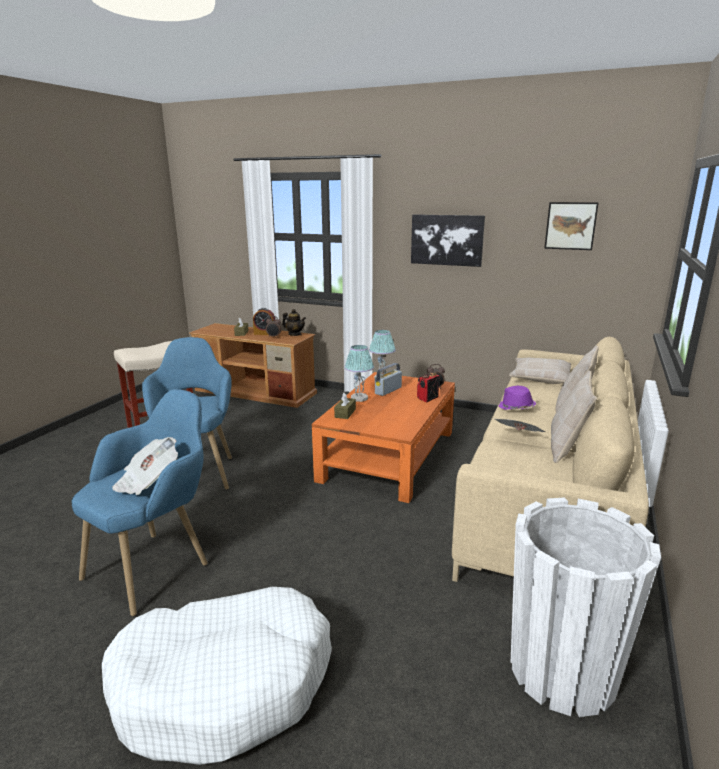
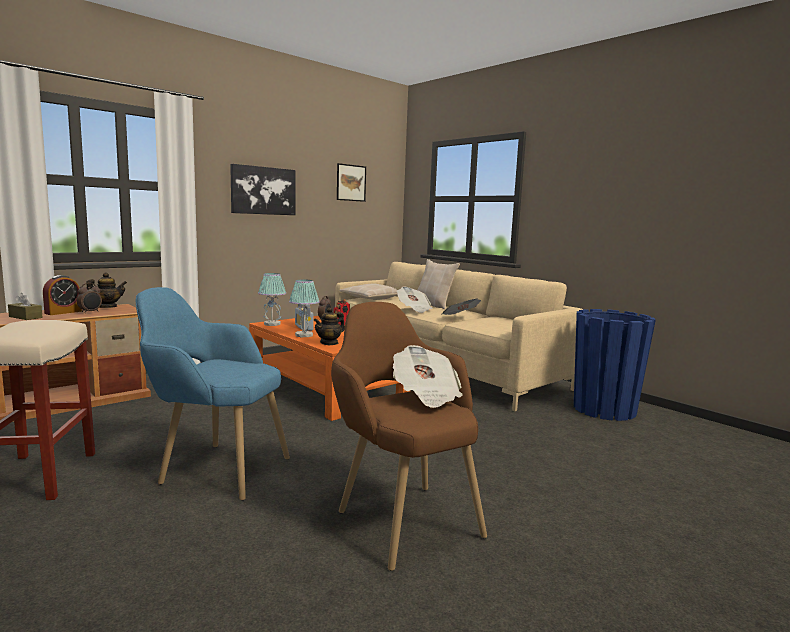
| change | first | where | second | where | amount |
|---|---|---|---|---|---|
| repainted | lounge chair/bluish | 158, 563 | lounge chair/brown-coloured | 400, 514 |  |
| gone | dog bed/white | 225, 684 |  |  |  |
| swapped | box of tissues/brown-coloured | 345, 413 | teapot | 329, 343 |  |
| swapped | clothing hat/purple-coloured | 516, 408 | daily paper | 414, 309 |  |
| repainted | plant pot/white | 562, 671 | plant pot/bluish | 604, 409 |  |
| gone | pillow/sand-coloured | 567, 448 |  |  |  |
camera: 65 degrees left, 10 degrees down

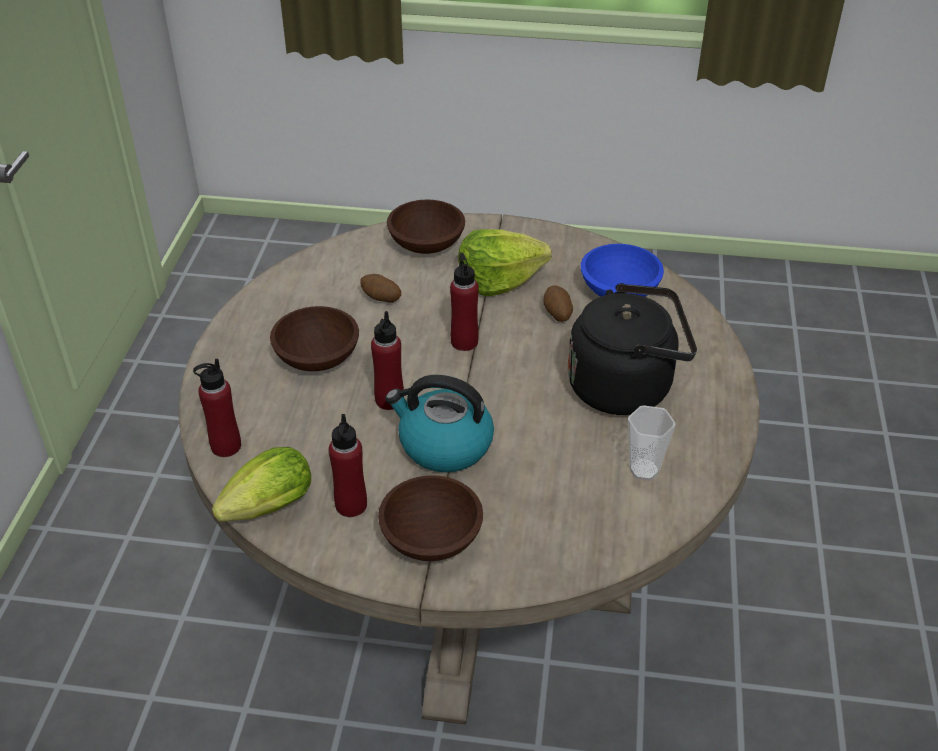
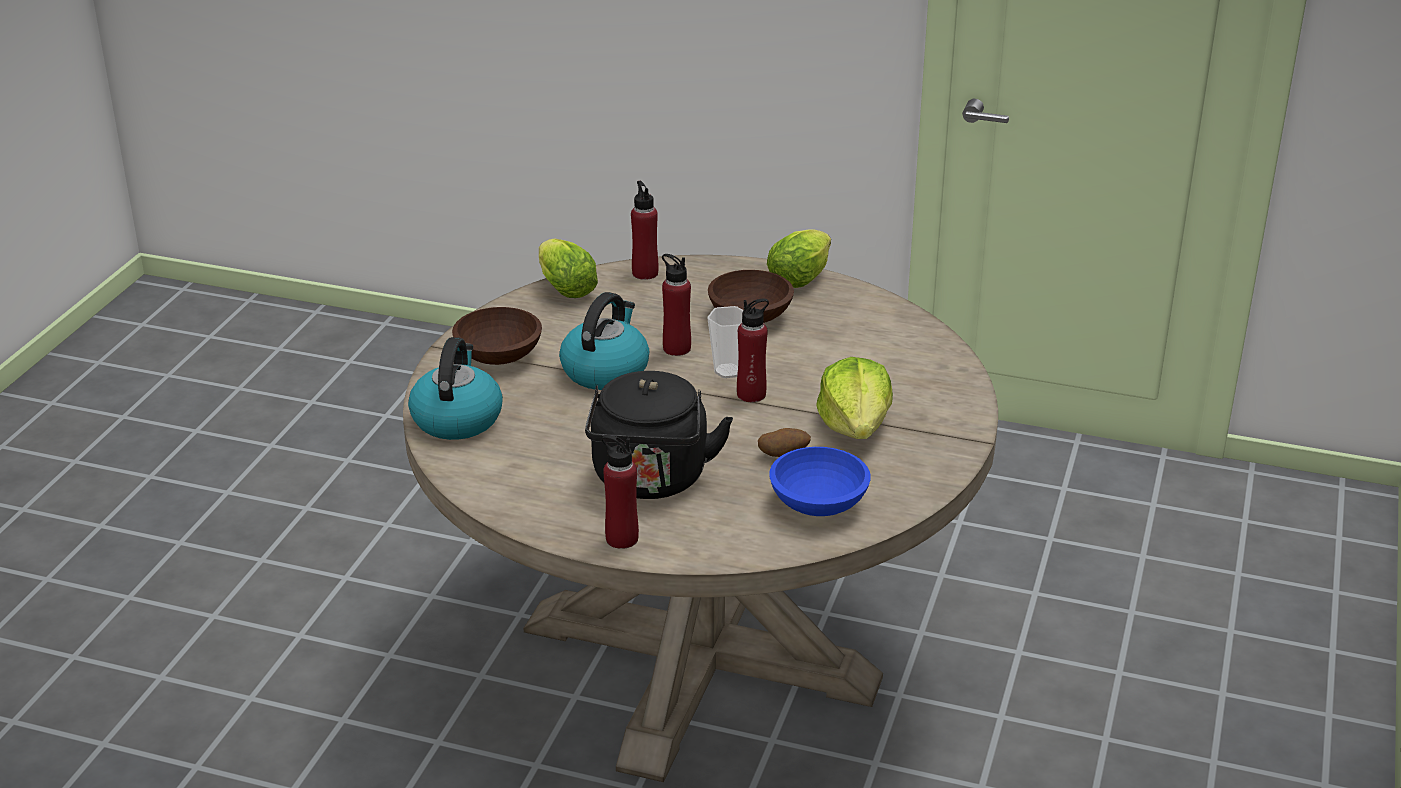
| change | first | where | second | where | amount |
|---|---|---|---|---|---|
| shifted | drink bottle/red-coloured | 351, 505 |  | 621, 538 |  |
| gone | spud | 381, 299 |  |  |  |
| gone | serving bowl/brown-coloured | 425, 244 |  |  |  |
| shifted | small cup | 644, 470 |  | 728, 371 |  |
| new |  |  | kettle | 457, 418 |  |
| new |  |  | head of lettuce | 802, 277 |  |
camera: 100 degrees right, 10 degrees down

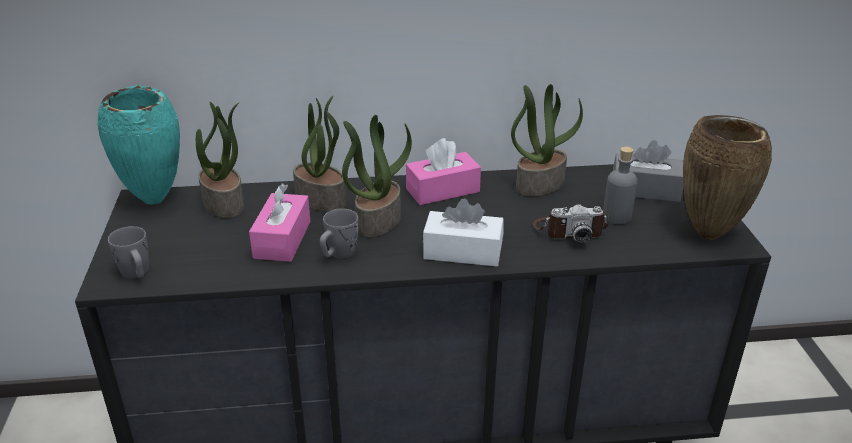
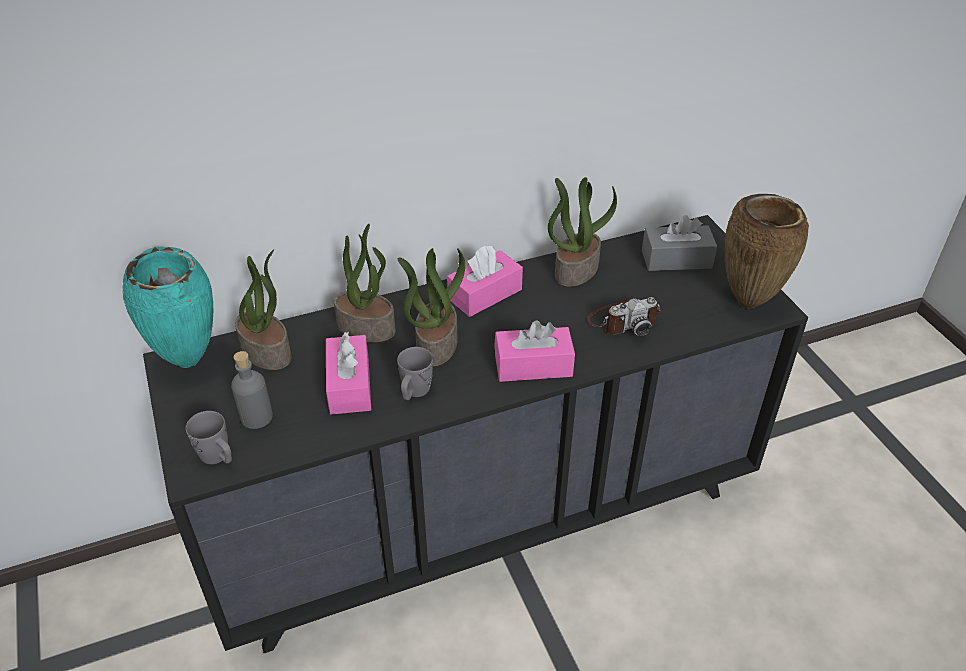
| change | first | where | second | where | amount |
|---|---|---|---|---|---|
| repainted | box of tissues/white | 462, 251 | box of tissues/pinkish | 533, 365 |  |
| shifted | drink bottle/grey | 616, 216 |  | 256, 417 |  |
camera: 15 degrees left, 10 degrees up

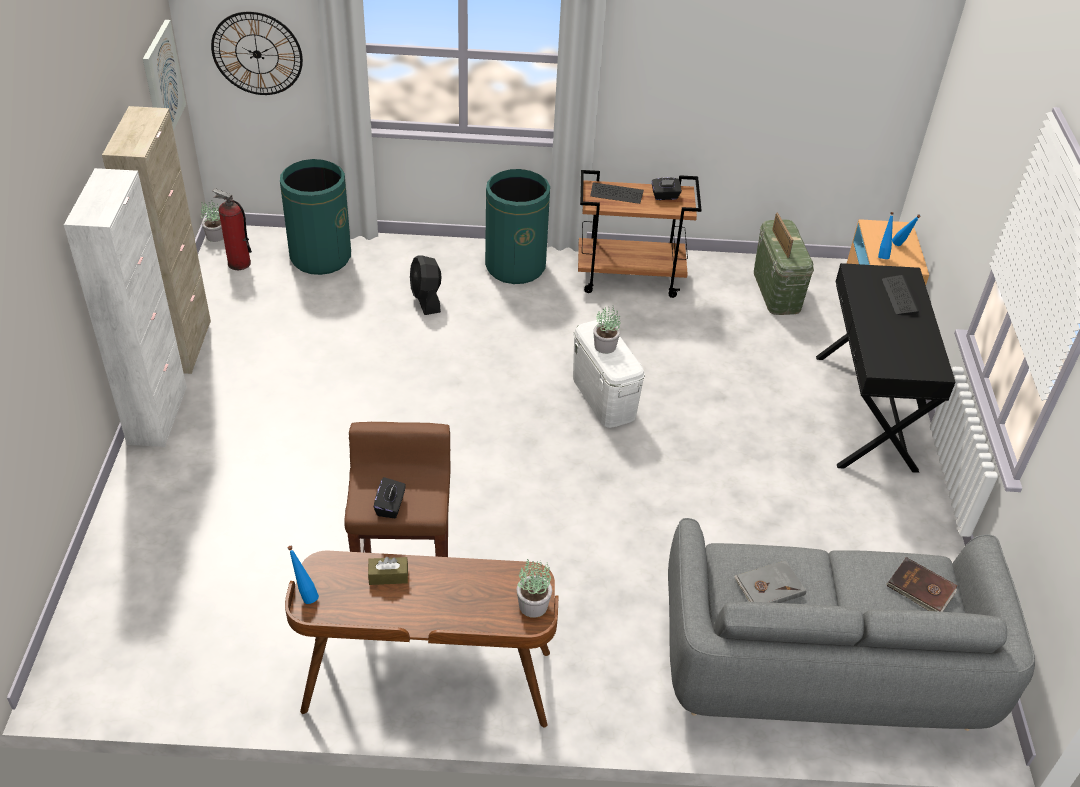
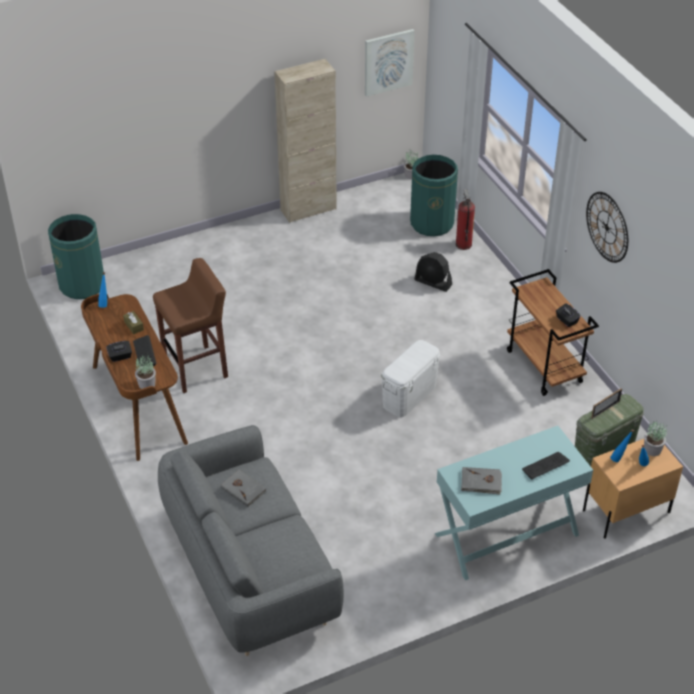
| change | first | where | second | where | amount |
|---|---|---|---|---|---|
| gone | cupboard/white | 158, 415 |  |  |  |
| shifted | hanging clock | 257, 54 |  | 607, 227 |  |
| shifted | extinguisher | 239, 263 |  | 463, 244 |  |
| shifted | box of tissues/black-coloured | 390, 506 |  | 120, 356 |  |
| rotated | cooling fan/black-coloured | 426, 299 |  | 433, 282 | 105 degrees counterclockwise |
| shifted | waste bin/greenish | 515, 266 |  | 82, 285 |  |
| shifted | keyboard | 616, 194 |  | 144, 353 |  |
| shifted | potted plant | 605, 346 |  | 652, 450 |  |
| repainted | hall table/black-coloured | 866, 412 | hall table/turquoise-coloured | 507, 535 |  |
| gone | book/brown-coloured | 921, 589 |  |  |  |
| new |  |  | book/grey | 481, 482 |  |
camera: 65 degrees right, 0 degrees up

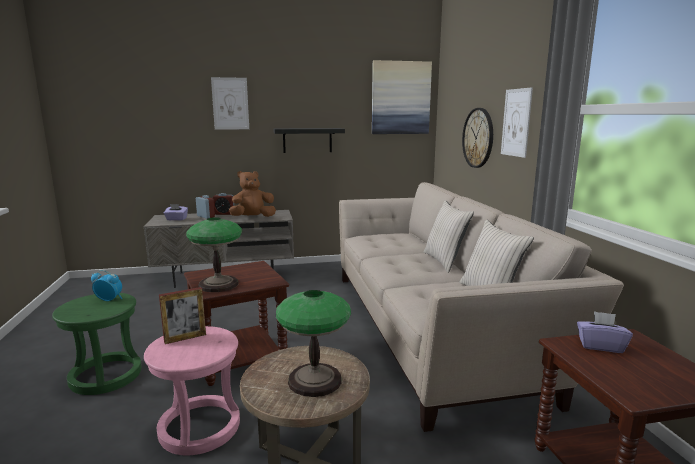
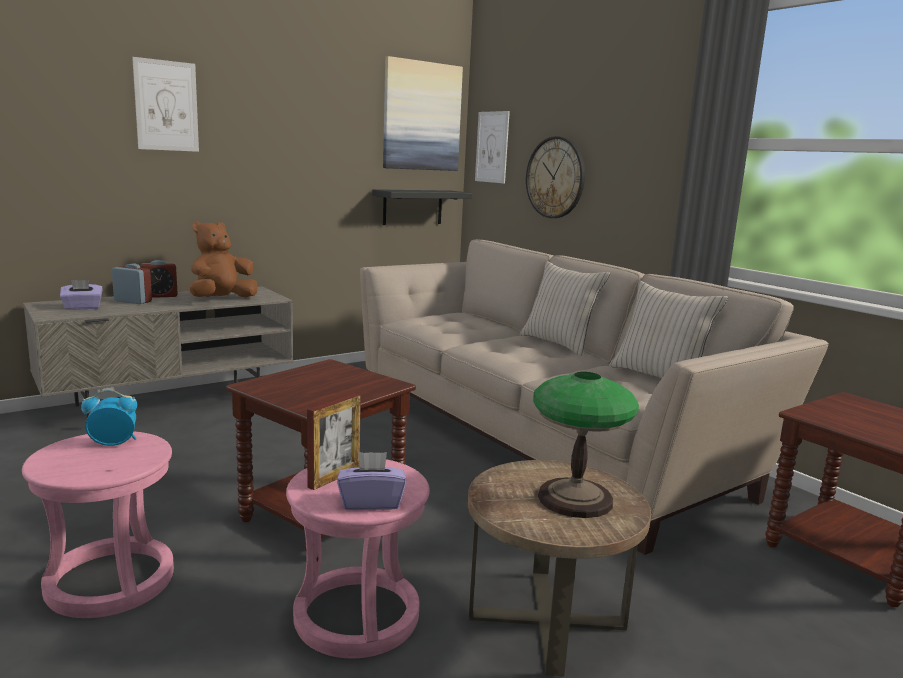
| change | first | where | second | where | amount |
|---|---|---|---|---|---|
| repainted | sitting stool/greenish | 105, 375 | sitting stool/pinkish | 109, 581 |  |
| gone | lamp for a table | 218, 284 |  |  |  |
| shifted | bracket shelf/black-coloured | 307, 140 |  | 412, 207 |  |
| shifted | picture | 516, 122 |  | 492, 147 |  |
| shifted | box of tissues/purple-coloured | 600, 346 |  | 371, 502 |  |
camera: 25 degrees left, 0 degrees up

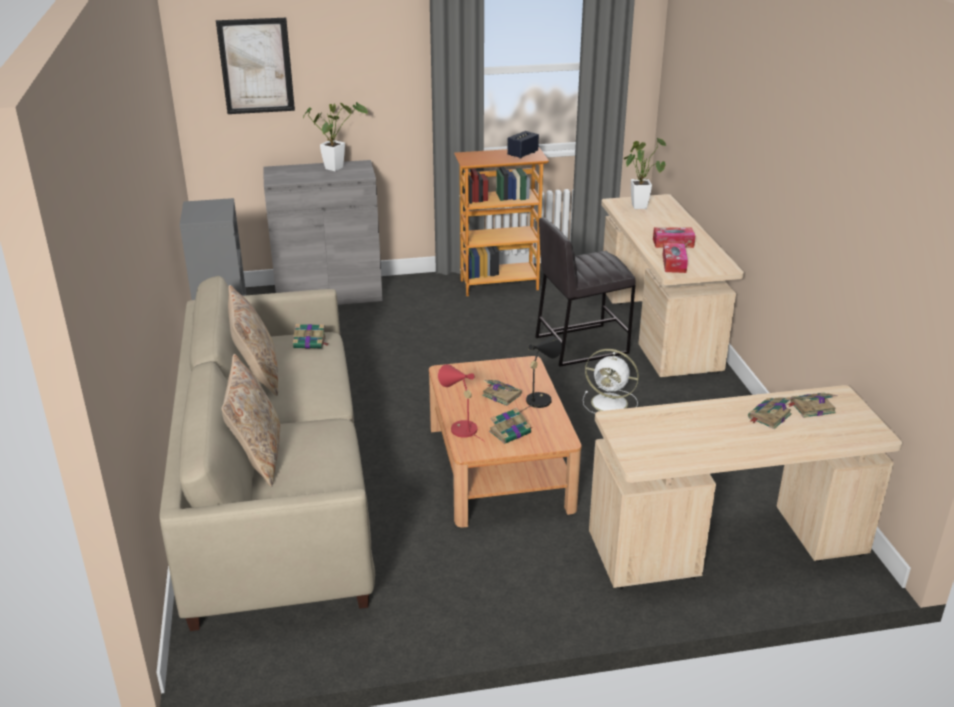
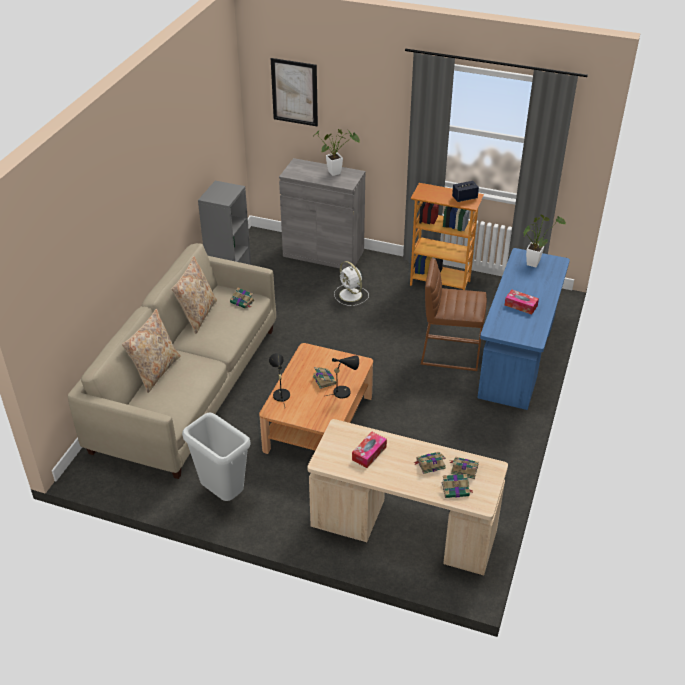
| change | first | where | second | where | amount |
|---|---|---|---|---|---|
| repainted | lamp for a table/red-coloured | 460, 428 | lamp for a table/black-coloured | 280, 393 |  |
| shifted | book | 510, 432 |  | 456, 489 |  |
| repainted | sitting stool/grey | 580, 344 | sitting stool/brown-coloured | 450, 352 |  |
| shifted | cooling fan/white | 611, 403 |  | 351, 295 |  |
| repainted | desk unit/sand-coloured | 658, 328 | desk unit/bluish | 517, 358 |  |
| shifted | box of tissues | 674, 263 |  | 369, 453 |  |
| new |  |  | waste bin/grey | 222, 494 |  |
camera: 30 degrees right, 10 degrees up

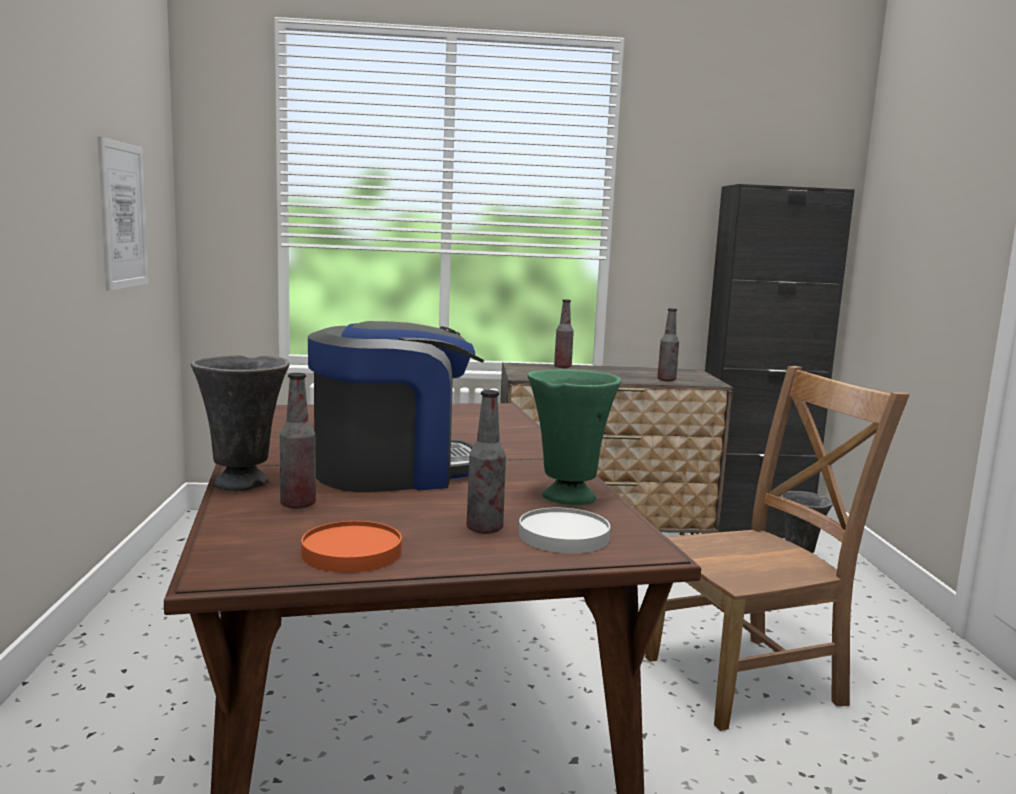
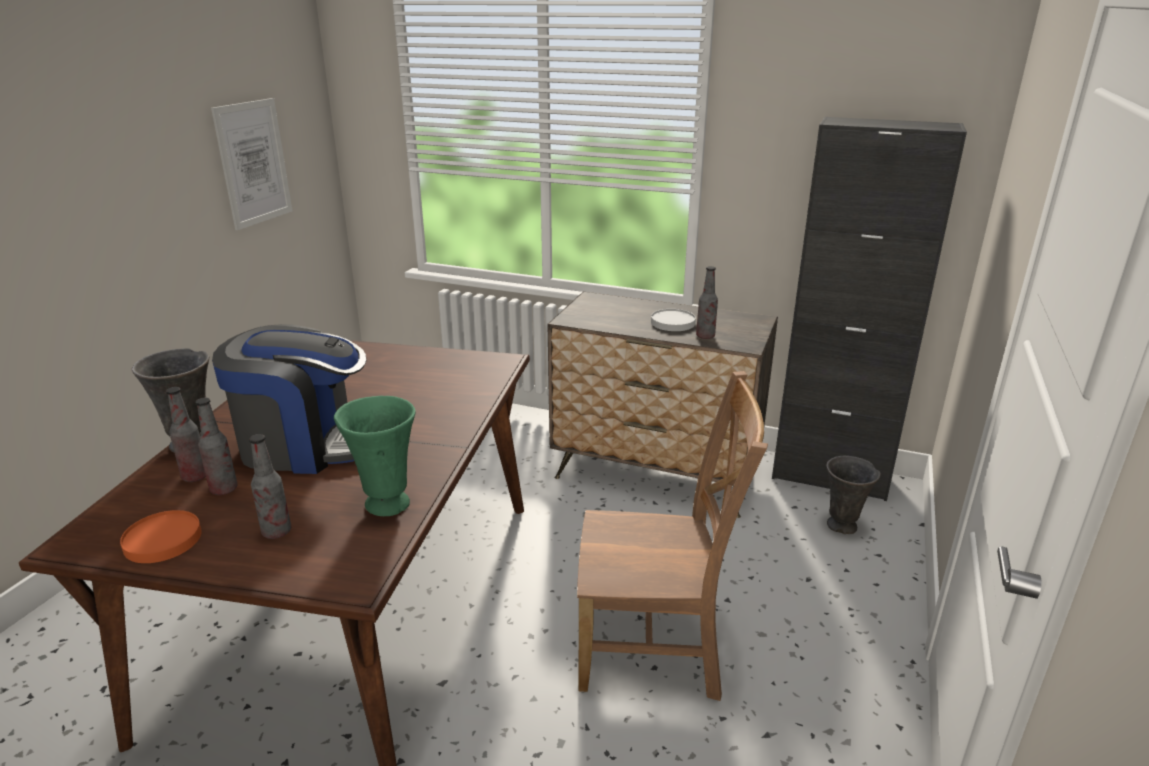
| change | first | where | second | where | amount |
|---|---|---|---|---|---|
| shifted | flat dish/white | 564, 536 |  | 673, 323 |  |
| shifted | drink bottle | 562, 367 |  | 224, 489 |  |
camera: 25 degrees right, 15 degrees up

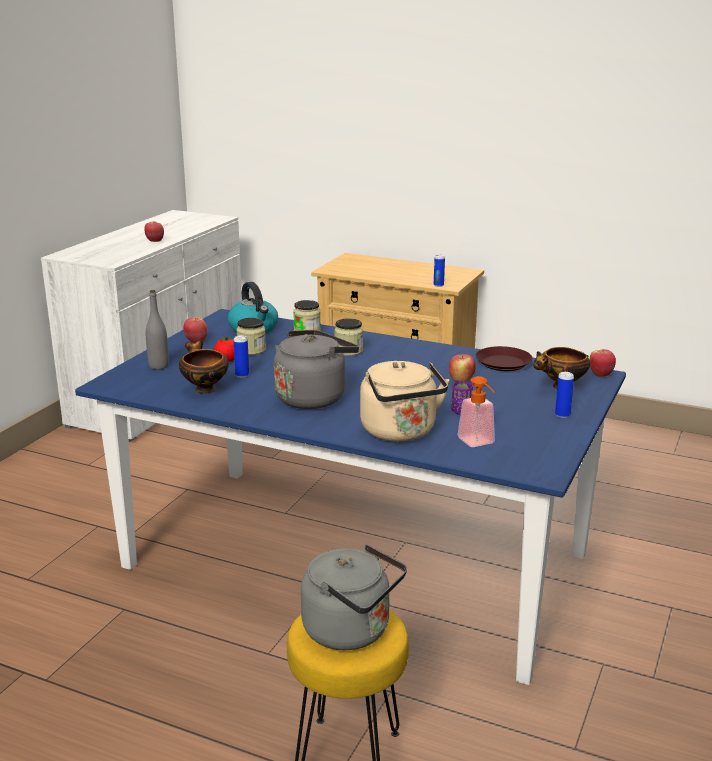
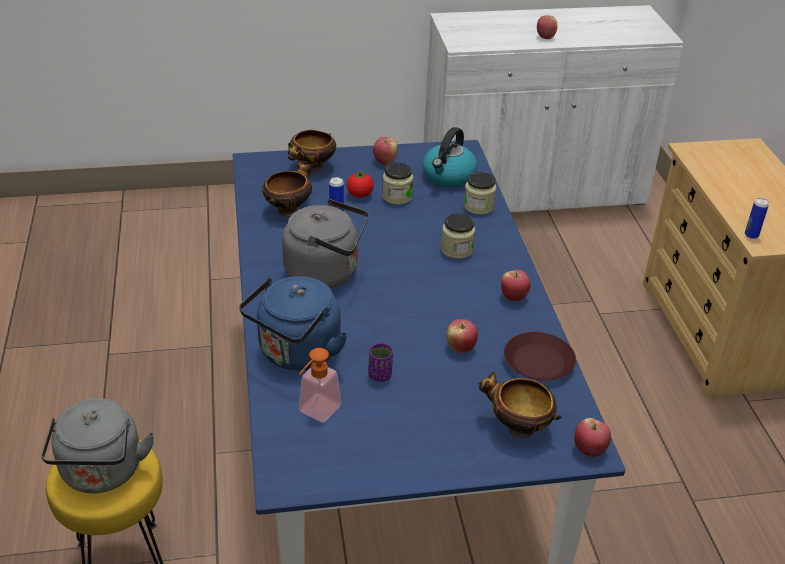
| change | first | where | second | where | amount |
|---|---|---|---|---|---|
| swapped | drink bottle/grey | 159, 366 | serving bowl | 312, 168 |  |
| repainted | kettle/sand-coloured | 401, 432 | kettle/bluish | 296, 354 |  |
| gone | sealed can | 562, 415 |  |  |  |
| new |  |  | whole apple | 513, 297 |  |
camera: 55 degrees right, 15 degrees up

